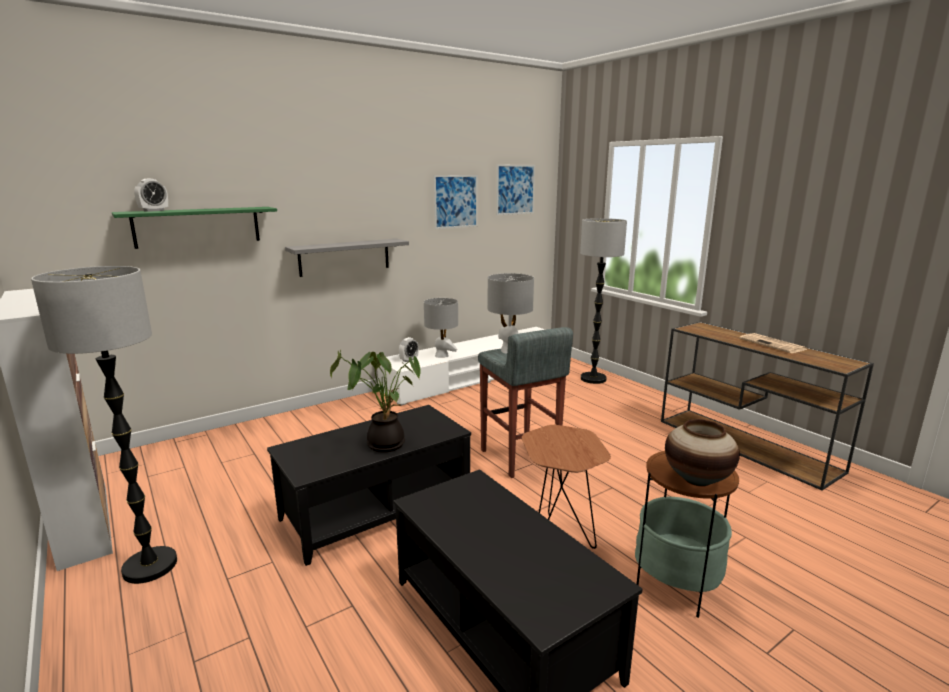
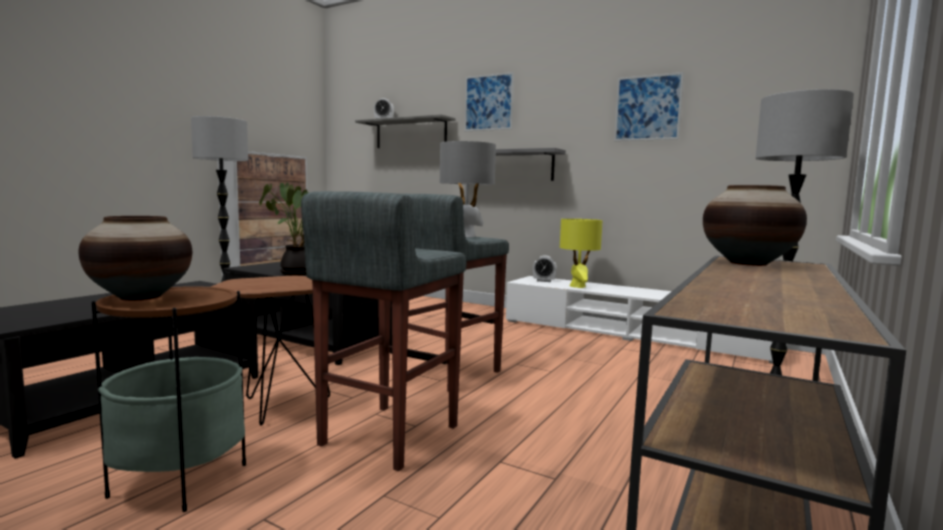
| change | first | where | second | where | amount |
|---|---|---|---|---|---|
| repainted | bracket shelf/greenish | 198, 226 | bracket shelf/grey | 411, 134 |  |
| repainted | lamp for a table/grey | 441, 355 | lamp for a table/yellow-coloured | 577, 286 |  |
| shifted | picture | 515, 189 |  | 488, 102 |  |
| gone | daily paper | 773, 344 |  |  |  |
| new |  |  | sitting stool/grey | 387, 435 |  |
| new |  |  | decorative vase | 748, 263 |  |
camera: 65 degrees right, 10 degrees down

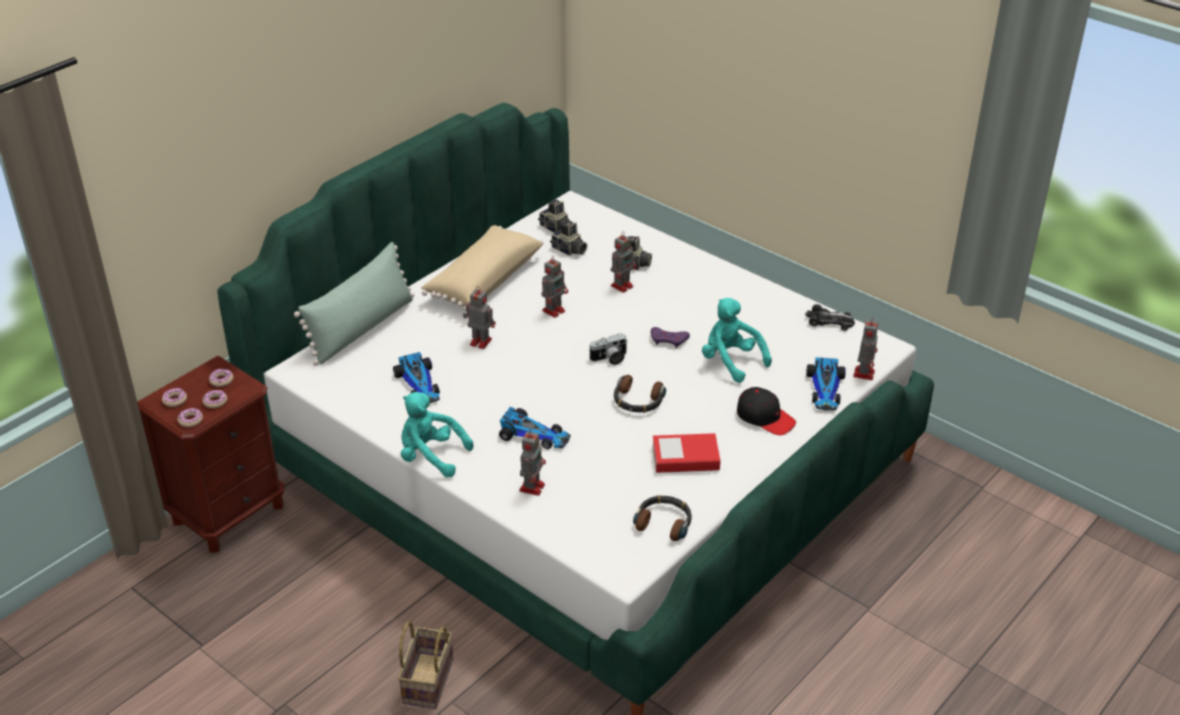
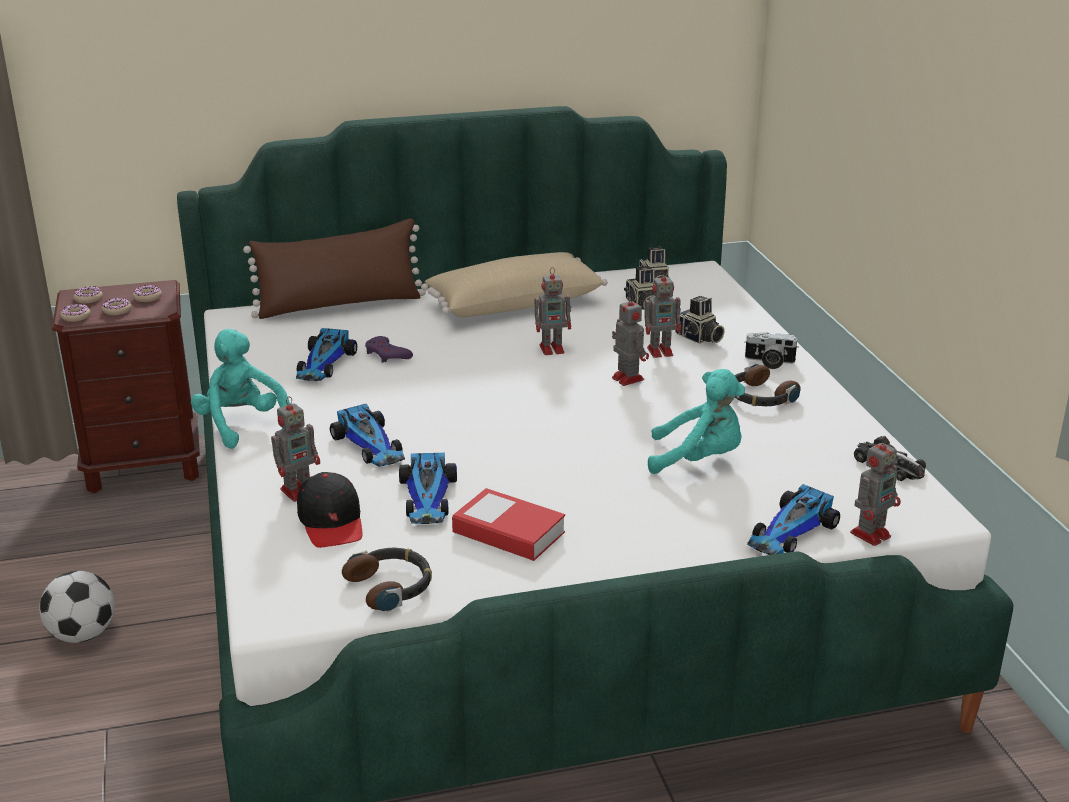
| change | first | where | second | where | amount |
|---|---|---|---|---|---|
| repainted | pillow/greenish | 362, 328 | pillow/brown-coloured | 340, 305 |  |
| gone | storage basket | 427, 679 |  |  |  |
| shifted | robot figure | 479, 341 |  | 627, 378 |  |
| shifted | photo camera | 609, 359 |  | 769, 362 |  |
| shifted | headphones | 637, 401 |  | 760, 397 |  |
| shifted | game controller/purple-coloured | 668, 340 |  | 387, 354 |  |
| rotated | plush toy/turquoise-coloured | 731, 361 |  | 699, 460 | 105 degrees clockwise |
| shifted | cap/black-coloured | 765, 417 |  | 332, 522 |  |
| new |  |  | football ball | 82, 635 |  |
| new |  |  | miniature car | 428, 498 |  |
camera: 35 degrees right, 10 degrees down

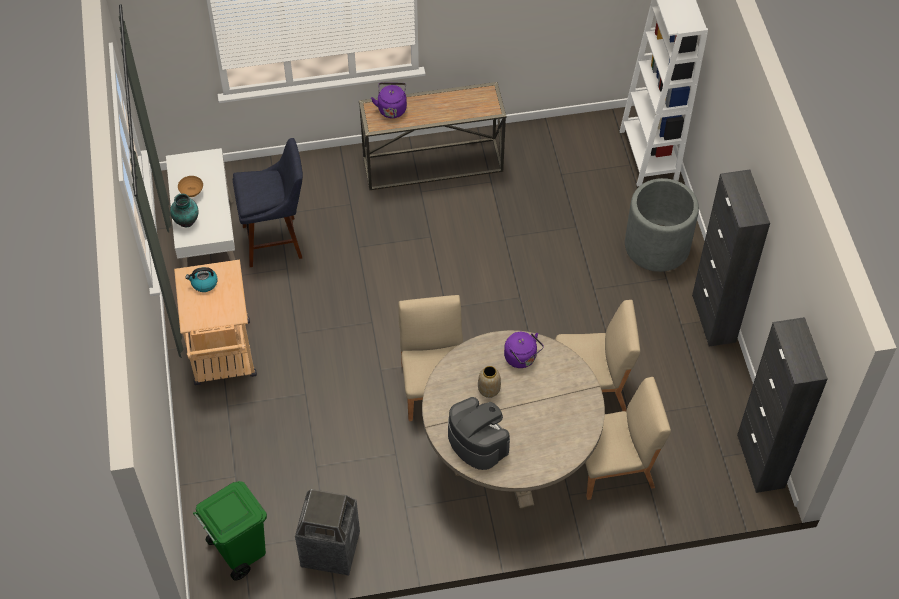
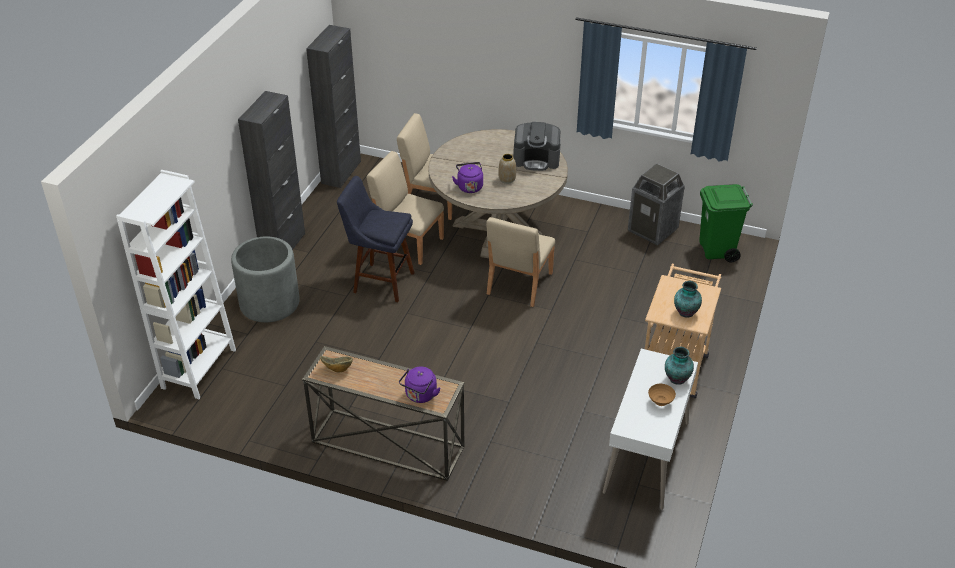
| change | first | where | second | where | amount |
|---|---|---|---|---|---|
| swapped | kettle | 204, 283 | decorative vase | 685, 312 |  |
| shifted | sitting stool/bluish | 277, 241 |  | 380, 281 |  |
| rotated | coffee maker | 477, 441 |  | 536, 159 | 75 degrees counterclockwise |
| new |  |  | serving bowl | 337, 369 |  |
camera: 150 degrees left, 15 degrees down

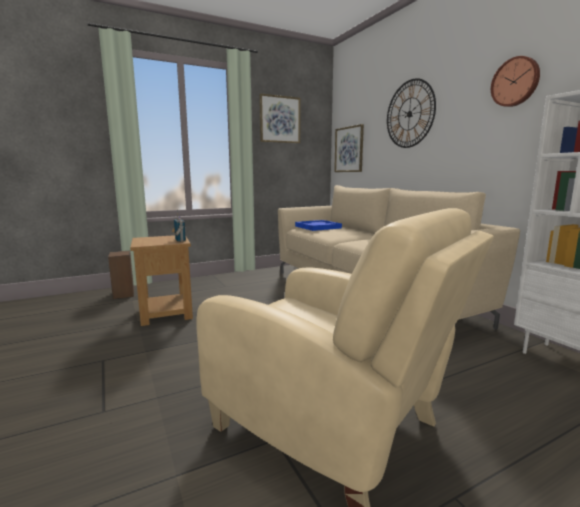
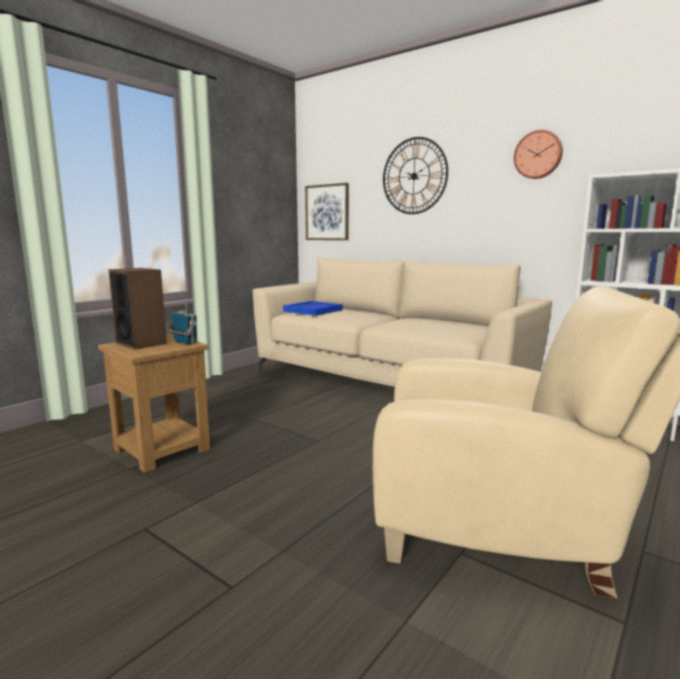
| change | first | where | second | where | amount |
|---|---|---|---|---|---|
| shifted | speaker | 124, 294 |  | 141, 343 |  |
| gone | picture | 280, 119 |  |  |  |
camera: 25 degrees left, 0 degrees up

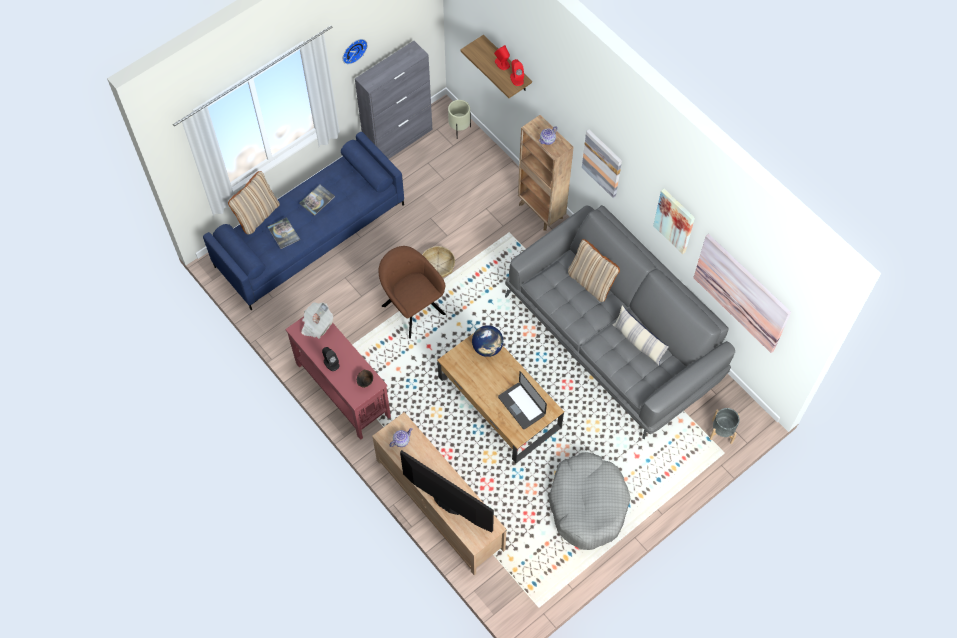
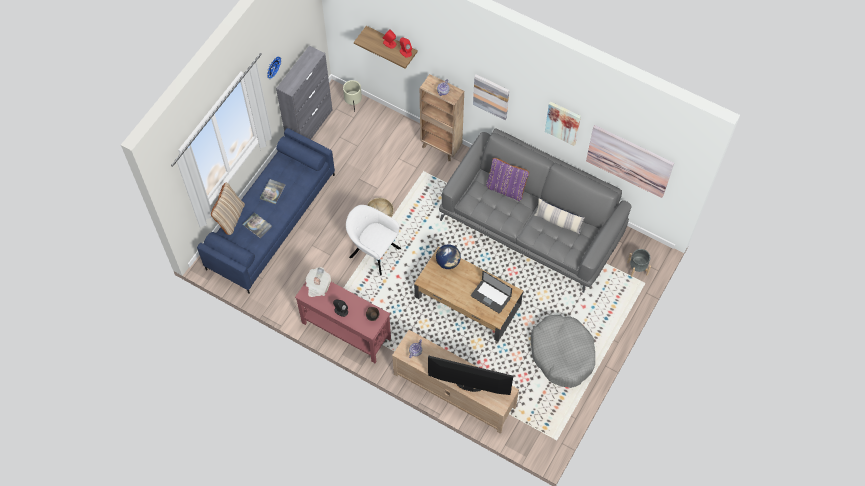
| change | first | where | second | where | amount |
|---|---|---|---|---|---|
| repainted | lounge chair/brown-coloured | 412, 308 | lounge chair/white | 373, 251 |  |
| repainted | pillow/sand-coloured | 591, 282 | pillow/purple-coloured | 506, 188 |  |
camera: 20 degrees left, 0 degrees up

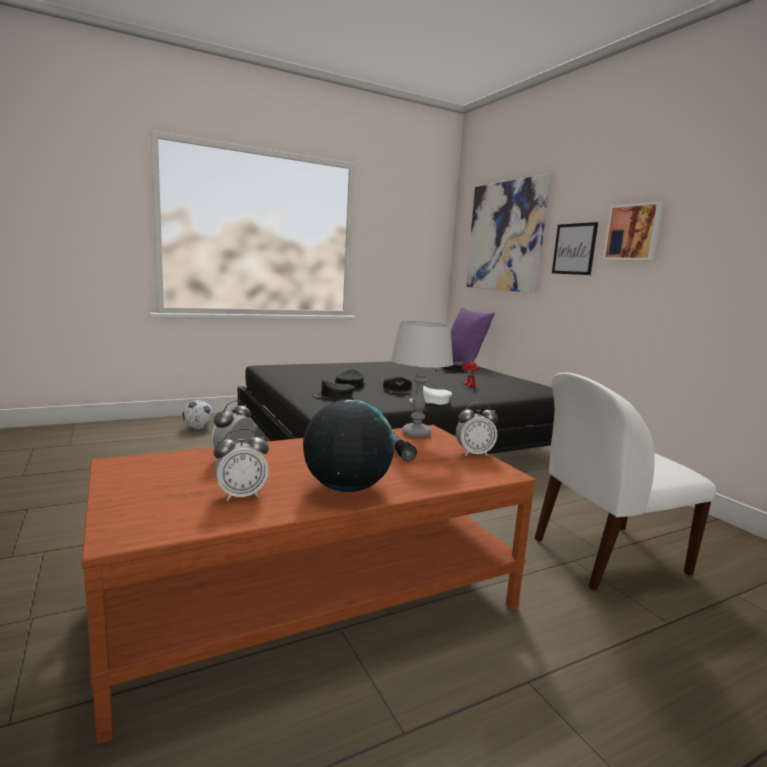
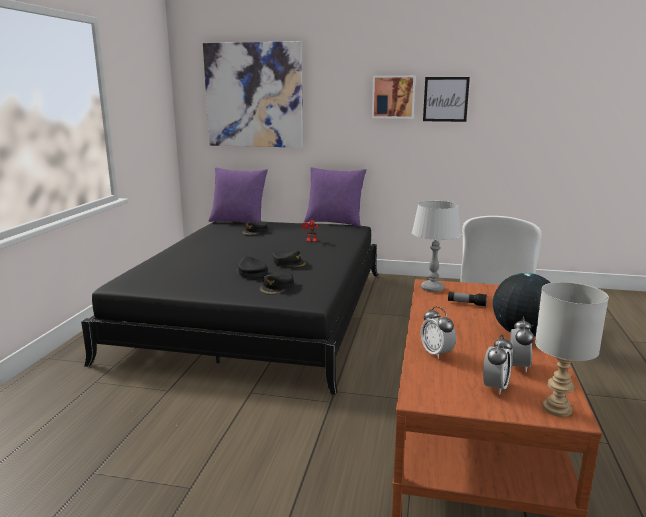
| change | first | where | second | where | amount |
|---|---|---|---|---|---|
| gone | football ball | 198, 428 |  |  |  |
| gone | cap/white | 430, 401 |  |  |  |
| shifted | bedside clock | 474, 453 |  | 495, 387 |  |
| shifted | picture | 574, 249 |  | 445, 99 |  |
| new |  |  | pillow/purple-coloured | 334, 222 |  |
| new |  |  | lamp for a table/grey | 558, 409 |  |
camera: 50 degrees left, 5 degrees up

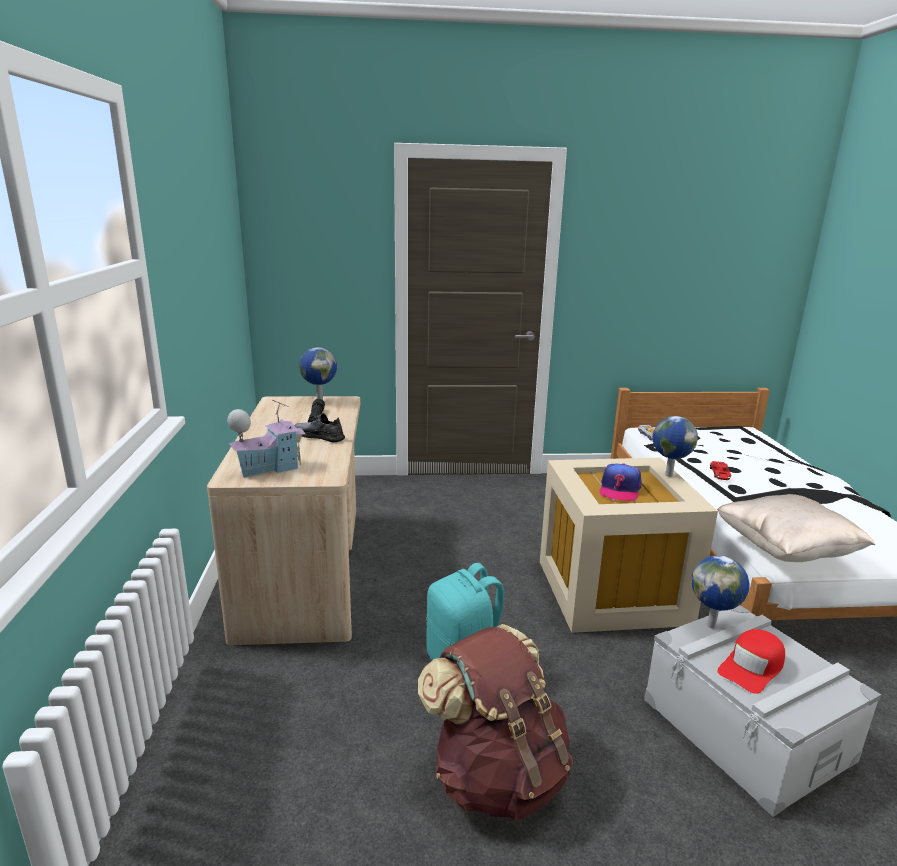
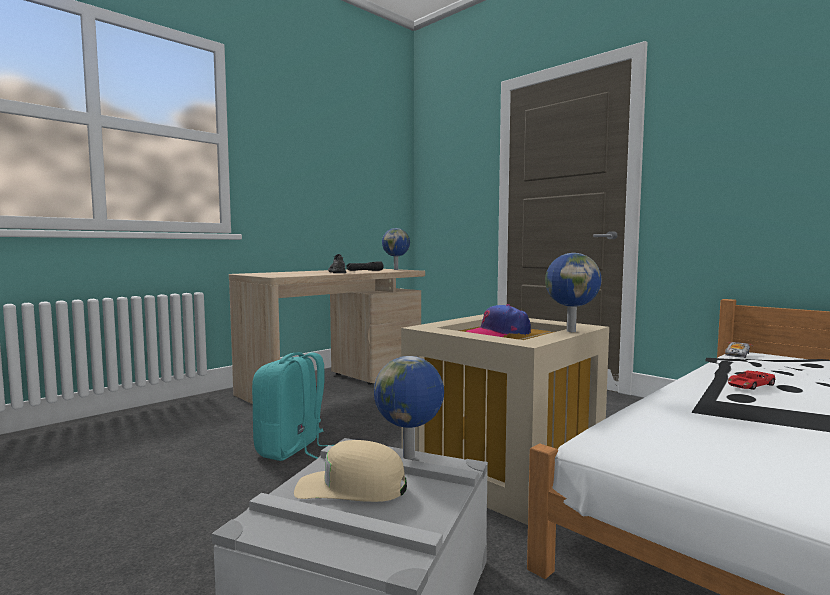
| change | first | where | second | where | amount |
|---|---|---|---|---|---|
| gone | model house | 269, 468 |  |  |  |
| gone | rucksack/brown-coloured | 497, 775 |  |  |  |
| gone | pillow/sand-coloured | 785, 551 |  |  |  |
| repainted | cap/red-coloured | 752, 667 | cap/sand-coloured | 351, 488 |  |
camera: 50 degrees right, 15 degrees down

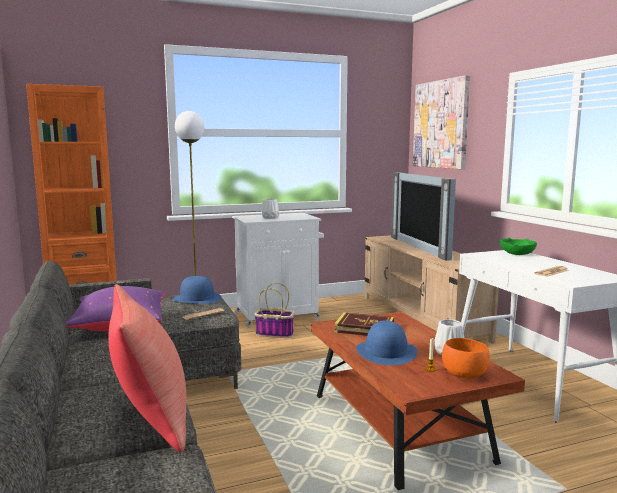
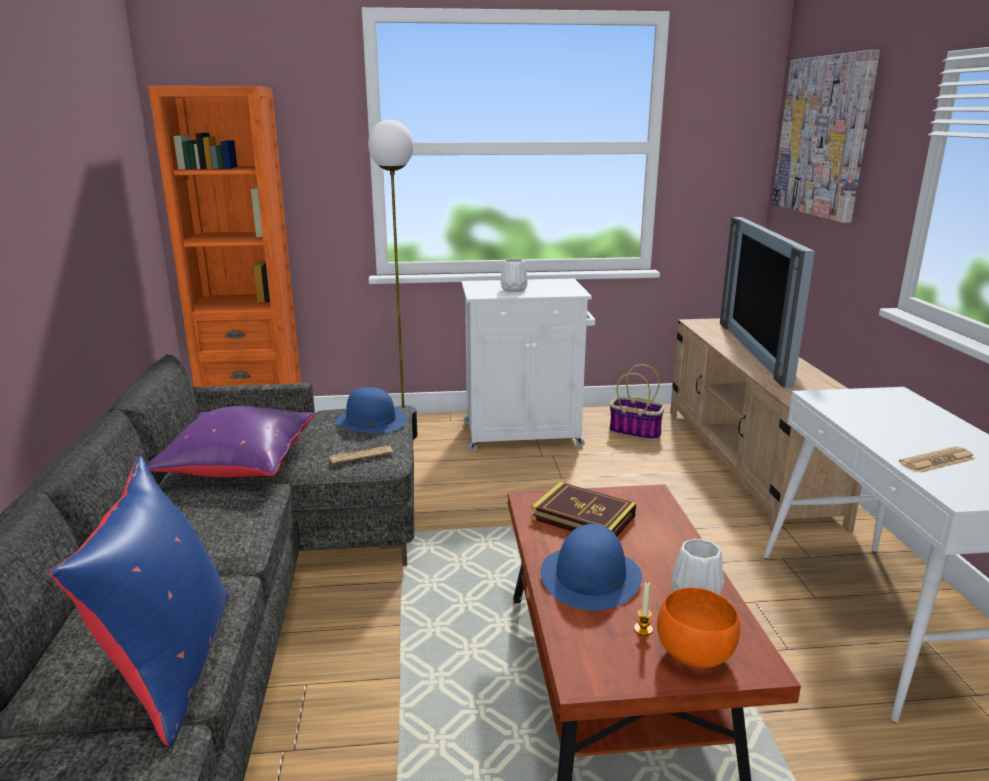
| change | first | where | second | where | amount |
|---|---|---|---|---|---|
| repainted | pillow/red-coloured | 150, 418 | pillow/bluish | 171, 664 |  |
| shifted | storage basket | 275, 333 |  | 636, 432 |  |
| gone | serving bowl/greenish | 517, 254 |  |  |  |
camera: 15 degrees right, 10 degrees up

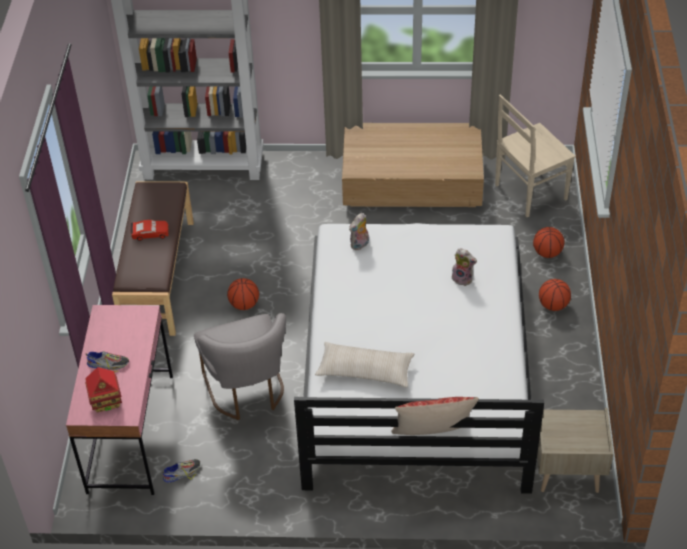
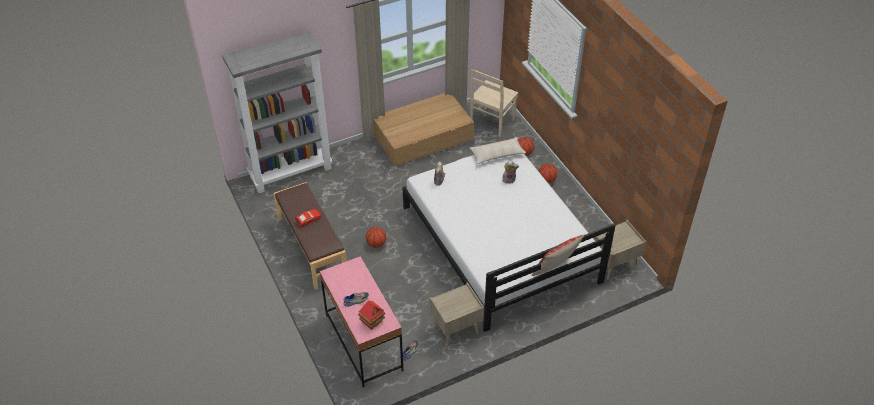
| change | first | where | second | where | amount |
|---|---|---|---|---|---|
| gone | plain chair/grey | 247, 391 |  |  |  |
| shifted | pillow/sand-coloured | 365, 371 |  | 497, 154 |  |
| new |  |  | bedside table/sand-coloured | 455, 329 |  |
camera: 30 degrees left, 0 degrees up

